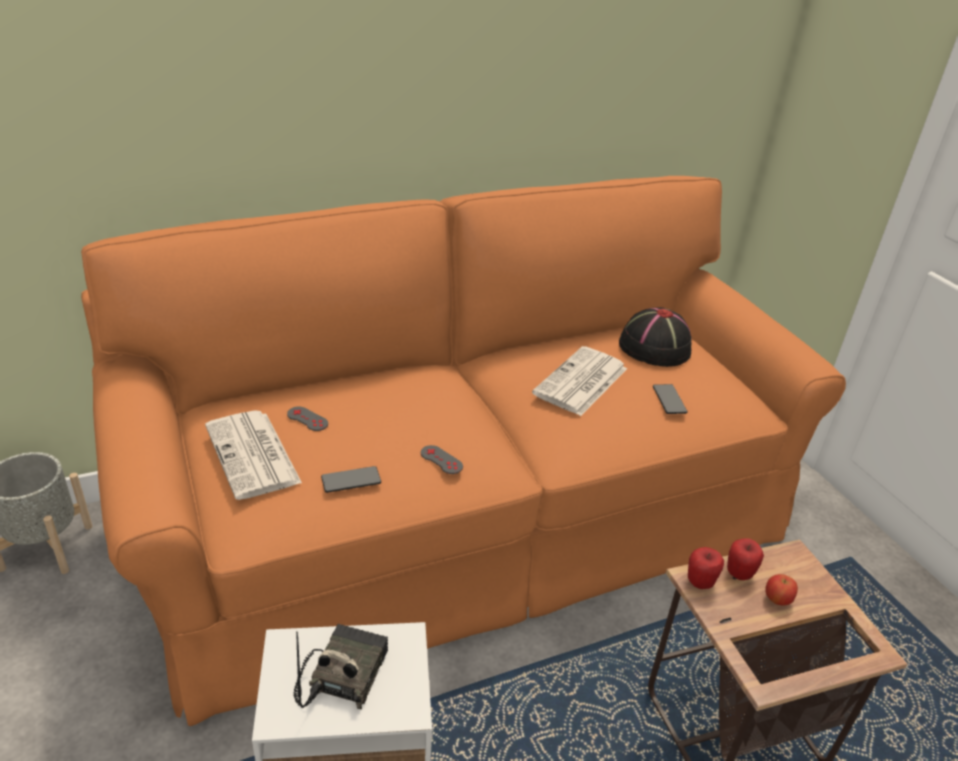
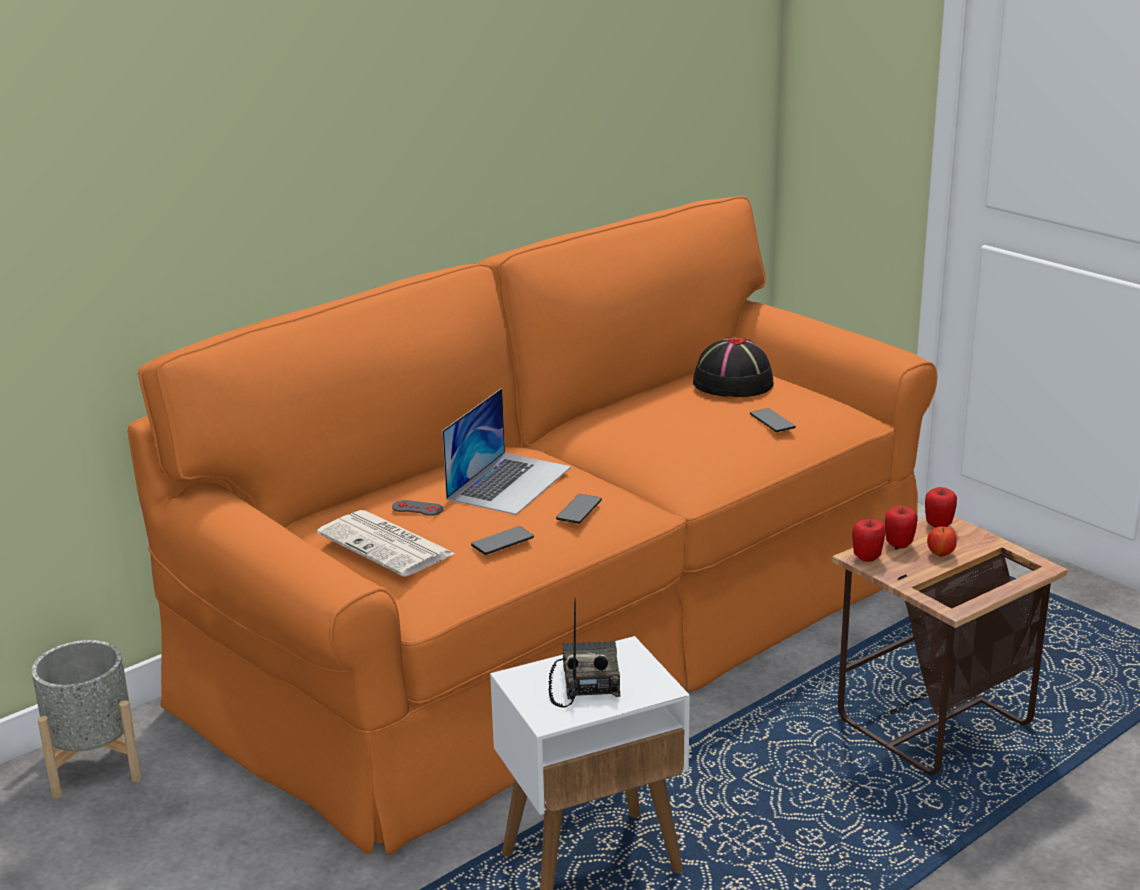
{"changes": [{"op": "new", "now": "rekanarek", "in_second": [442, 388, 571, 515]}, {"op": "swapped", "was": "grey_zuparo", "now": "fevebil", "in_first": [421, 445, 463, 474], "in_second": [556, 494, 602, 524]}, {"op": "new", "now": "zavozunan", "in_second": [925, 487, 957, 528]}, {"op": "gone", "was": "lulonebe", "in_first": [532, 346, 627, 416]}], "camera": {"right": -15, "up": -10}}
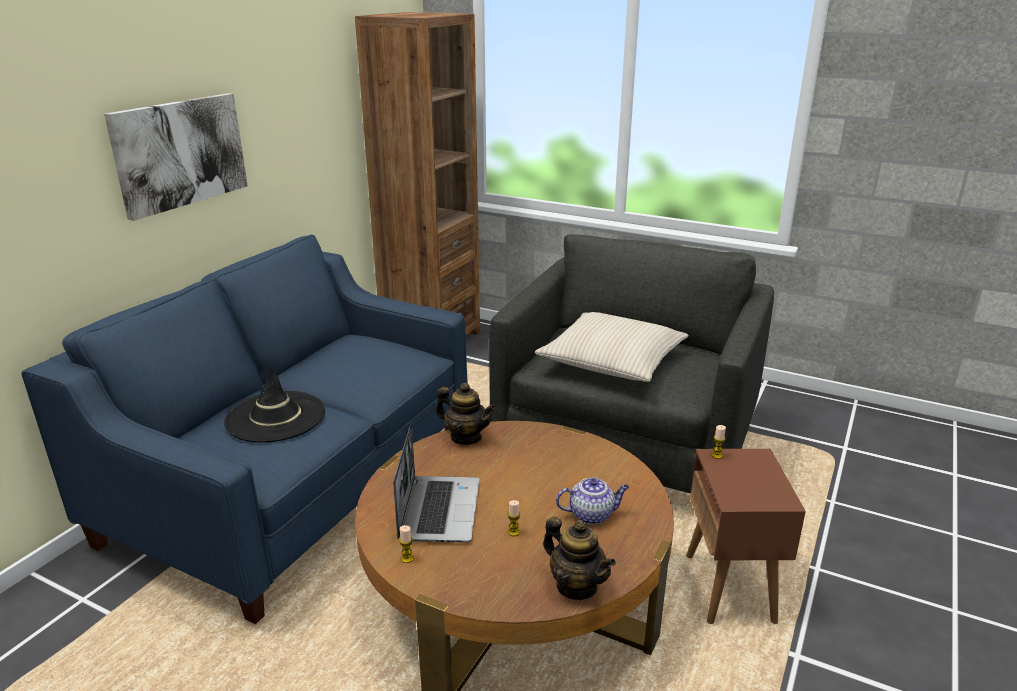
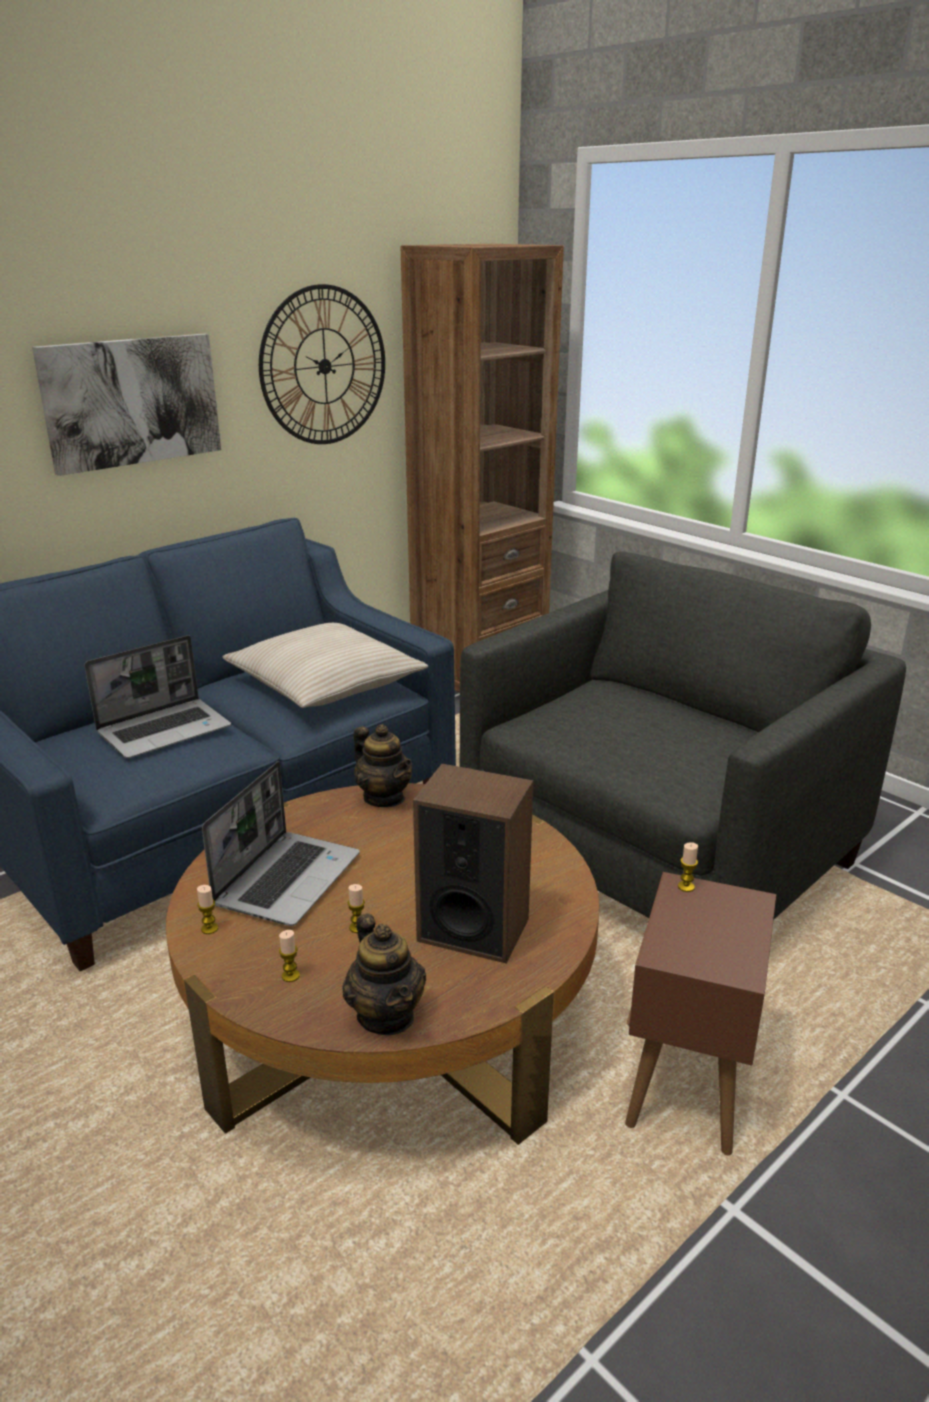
{"changes": [{"op": "swapped", "was": "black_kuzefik", "now": "rekanarek", "in_first": [224, 363, 325, 443], "in_second": [84, 635, 231, 758]}, {"op": "shifted", "was": "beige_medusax", "in_first": [535, 312, 689, 382], "in_second": [223, 623, 428, 708]}, {"op": "new", "now": "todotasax", "in_second": [259, 284, 385, 444]}, {"op": "new", "now": "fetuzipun", "in_second": [279, 930, 300, 982]}, {"op": "swapped", "was": "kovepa", "now": "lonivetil", "in_first": [556, 478, 629, 524], "in_second": [413, 764, 533, 964]}], "camera": {"right": 20, "up": 0}}
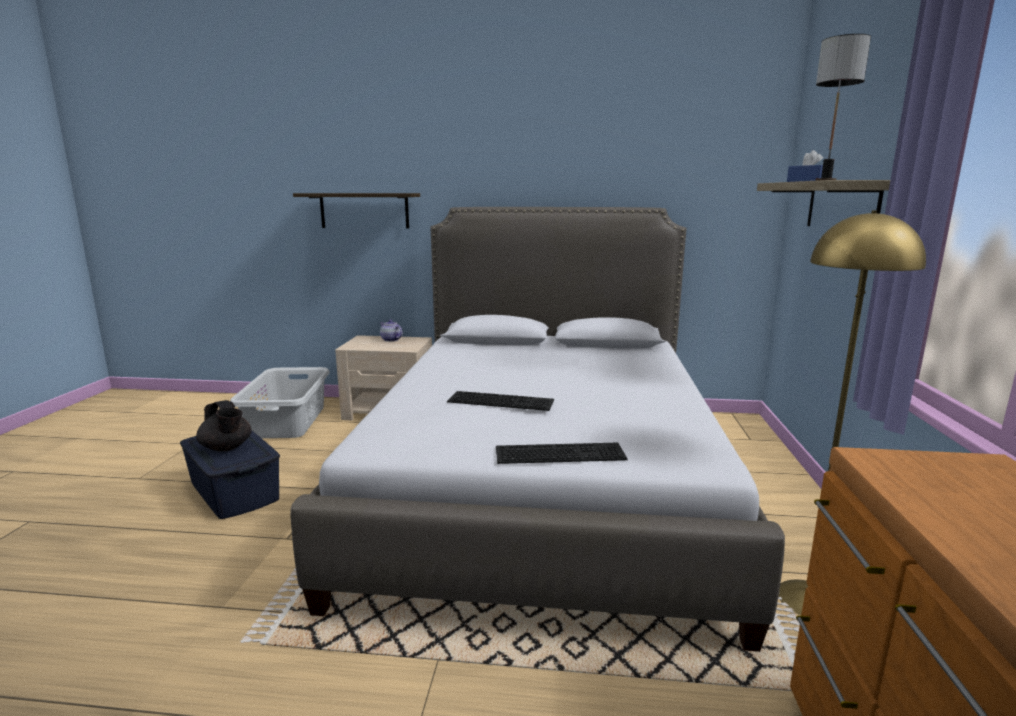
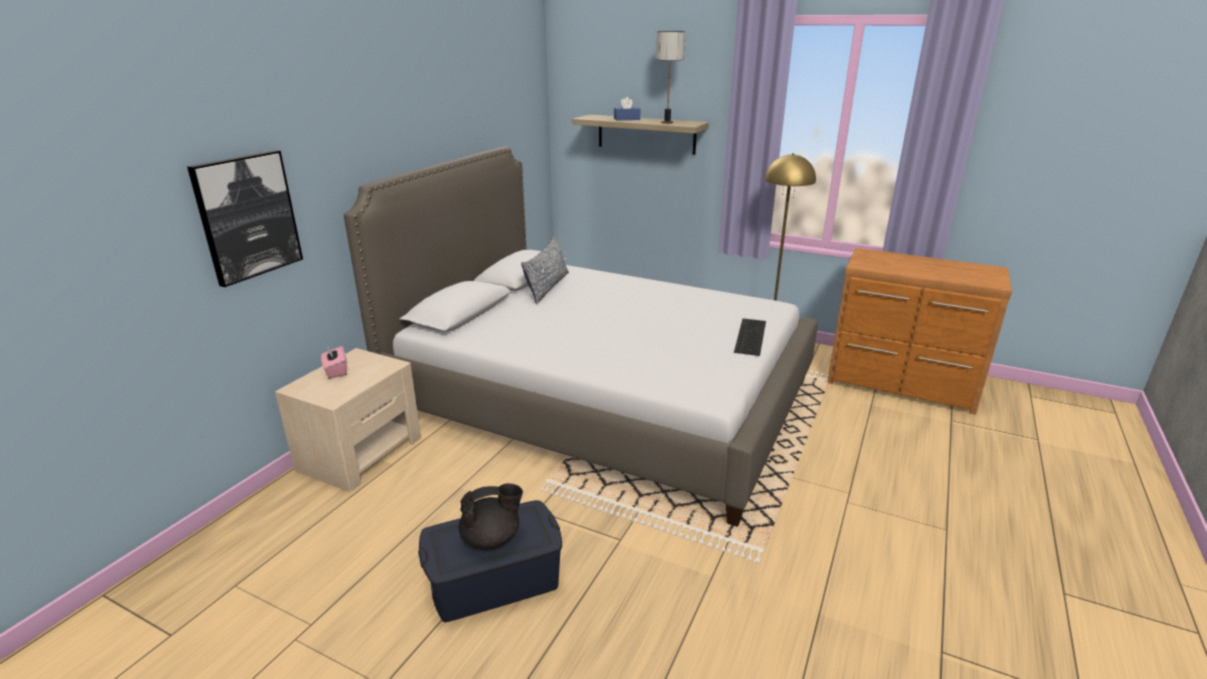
{"changes": [{"op": "swapped", "was": "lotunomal", "now": "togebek", "in_first": [293, 193, 420, 229], "in_second": [187, 150, 303, 287]}, {"op": "swapped", "was": "kovepa", "now": "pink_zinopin", "in_first": [380, 320, 403, 342], "in_second": [321, 344, 347, 378]}, {"op": "new", "now": "medusax", "in_second": [521, 236, 569, 305]}, {"op": "gone", "was": "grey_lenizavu", "in_first": [230, 367, 330, 438]}, {"op": "gone", "was": "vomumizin", "in_first": [447, 391, 554, 411]}], "camera": {"right": -70, "up": 10}}
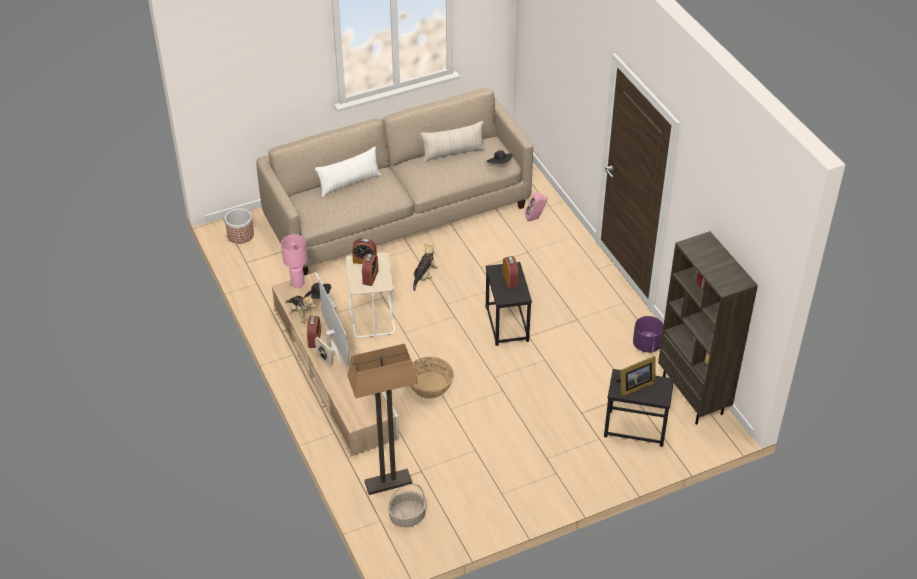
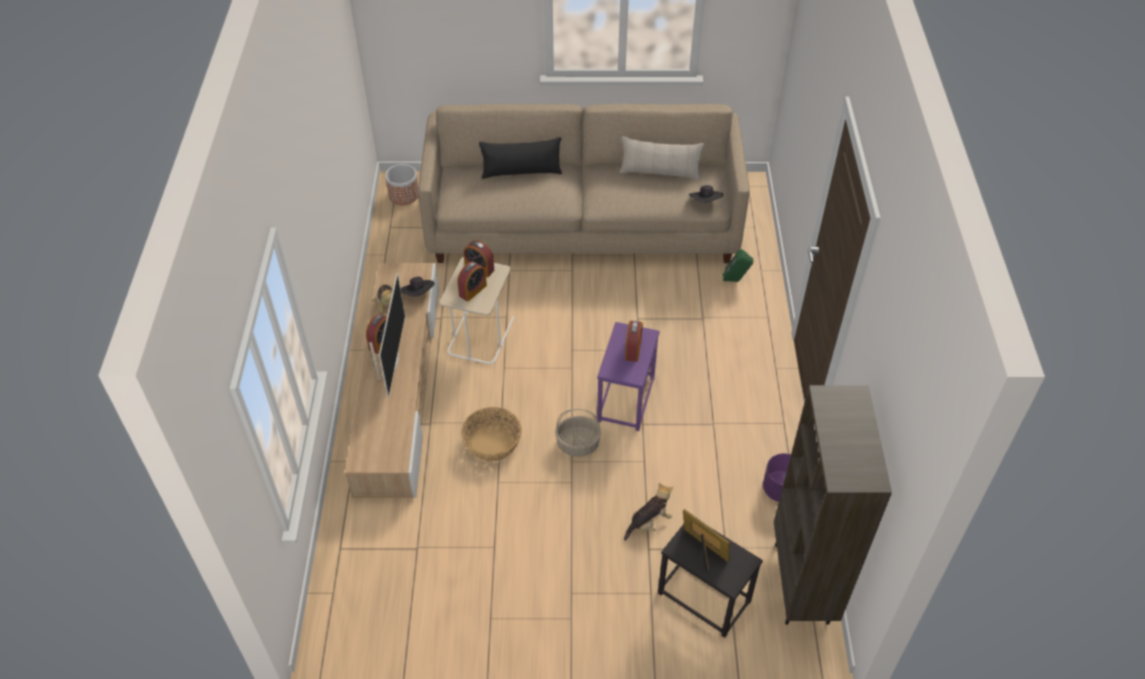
{"changes": [{"op": "repainted", "was": "white_medusax", "now": "black_medusax", "in_first": [315, 147, 381, 197], "in_second": [479, 137, 562, 179]}, {"op": "shifted", "was": "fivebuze", "in_first": [387, 484, 427, 527], "in_second": [555, 409, 601, 457]}, {"op": "repainted", "was": "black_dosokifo", "now": "purple_dosokifo", "in_first": [486, 262, 532, 346], "in_second": [597, 322, 659, 431]}, {"op": "shifted", "was": "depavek", "in_first": [413, 244, 438, 291], "in_second": [624, 483, 673, 541]}, {"op": "rotated", "was": "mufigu", "in_first": [616, 356, 656, 397], "in_second": [683, 509, 730, 573], "clockwise": -135}, {"op": "repainted", "was": "pink_lonivetil", "now": "green_lonivetil", "in_first": [525, 192, 548, 221], "in_second": [723, 249, 753, 282]}, {"op": "gone", "was": "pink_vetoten", "in_first": [281, 234, 307, 288]}, {"op": "gone", "was": "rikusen", "in_first": [347, 343, 418, 495]}], "camera": {"right": 25, "up": 5}}
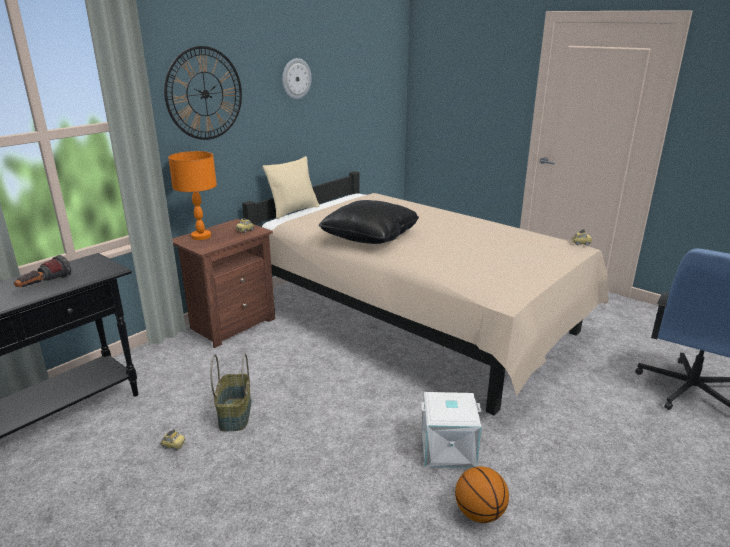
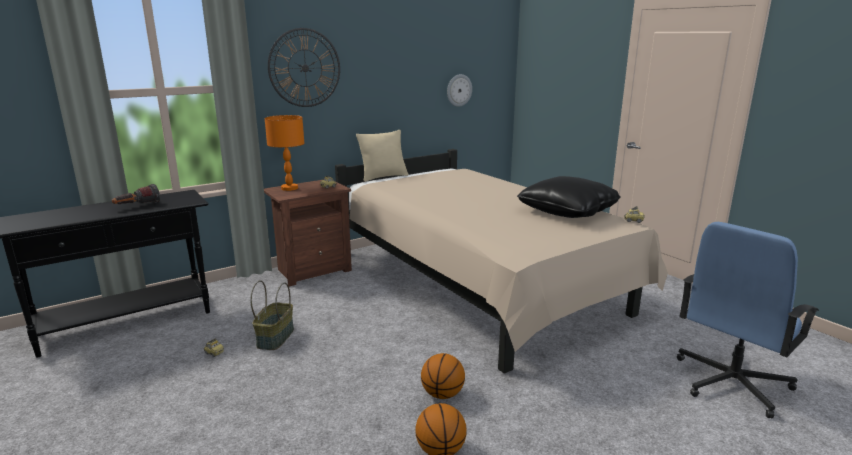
{"changes": [{"op": "swapped", "was": "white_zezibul", "now": "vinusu", "in_first": [421, 392, 482, 468], "in_second": [421, 353, 465, 399]}, {"op": "shifted", "was": "todotasax", "in_first": [282, 58, 312, 99], "in_second": [447, 74, 472, 107]}, {"op": "shifted", "was": "black_medusax", "in_first": [319, 200, 419, 244], "in_second": [517, 176, 621, 218]}], "camera": {"right": 15, "up": -5}}
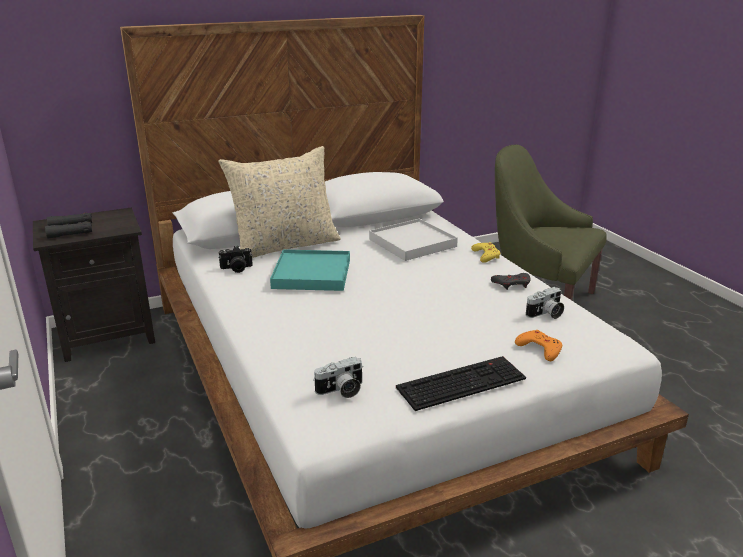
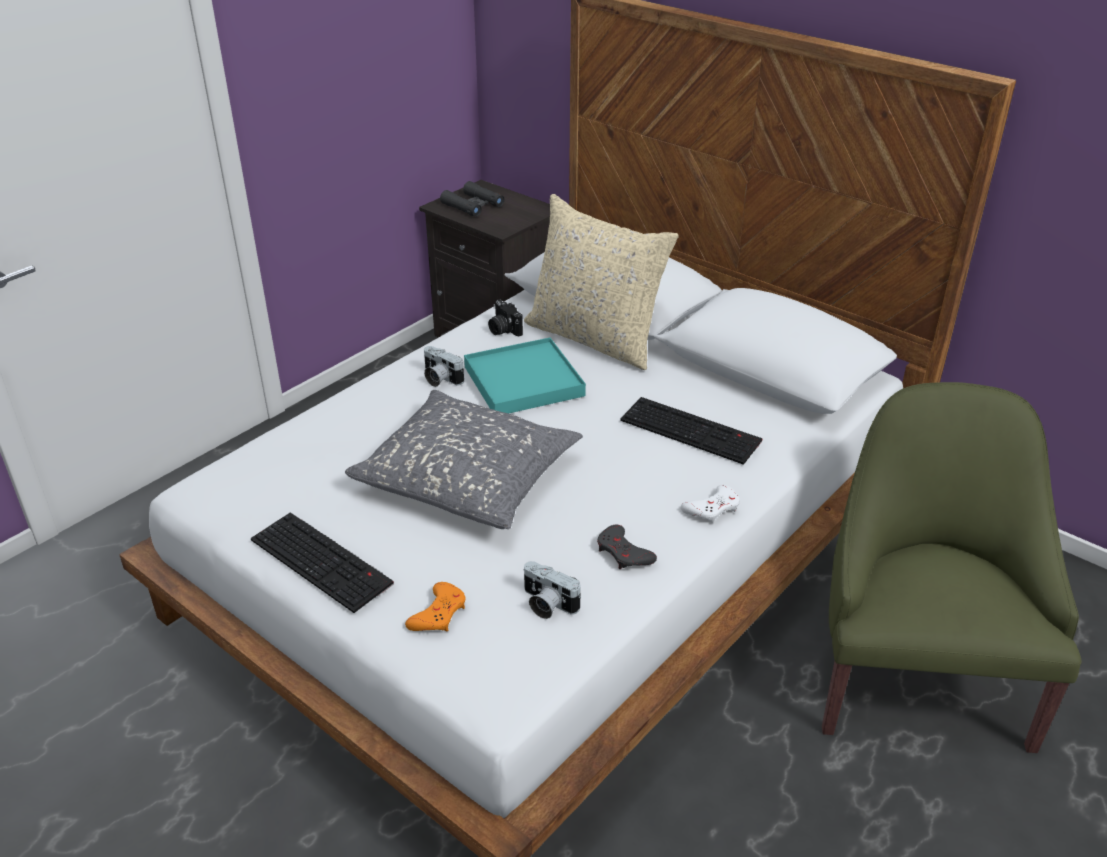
{"changes": [{"op": "new", "now": "grey_medusax", "in_second": [345, 390, 583, 529]}, {"op": "shifted", "was": "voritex", "in_first": [313, 357, 363, 398], "in_second": [424, 346, 464, 387]}, {"op": "swapped", "was": "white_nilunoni", "now": "vomumizin", "in_first": [369, 218, 458, 261], "in_second": [620, 397, 762, 465]}, {"op": "repainted", "was": "yellow_zuparo", "now": "white_zuparo", "in_first": [471, 242, 501, 263], "in_second": [681, 485, 740, 524]}], "camera": {"right": 65, "up": 10}}
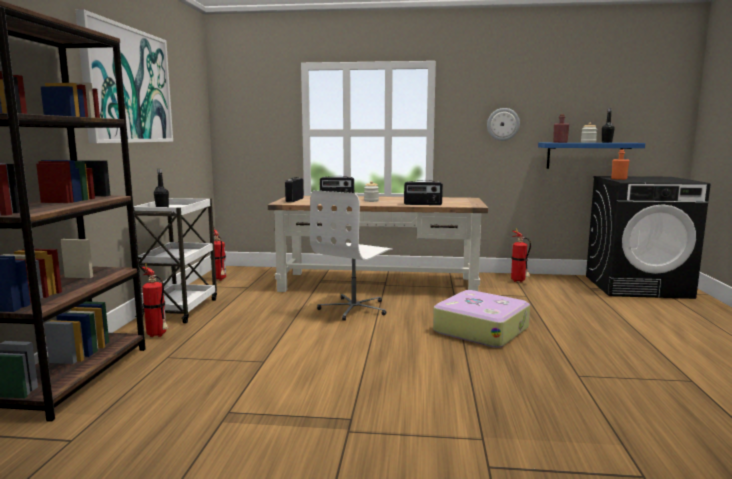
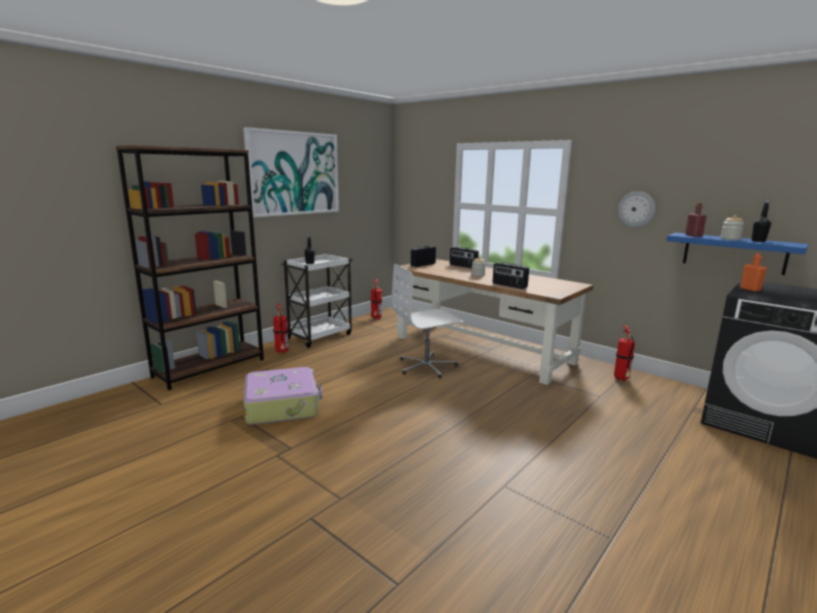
{"changes": [{"op": "shifted", "was": "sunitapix", "in_first": [433, 290, 530, 348], "in_second": [243, 367, 322, 425]}], "camera": {"right": 35, "up": 5}}
